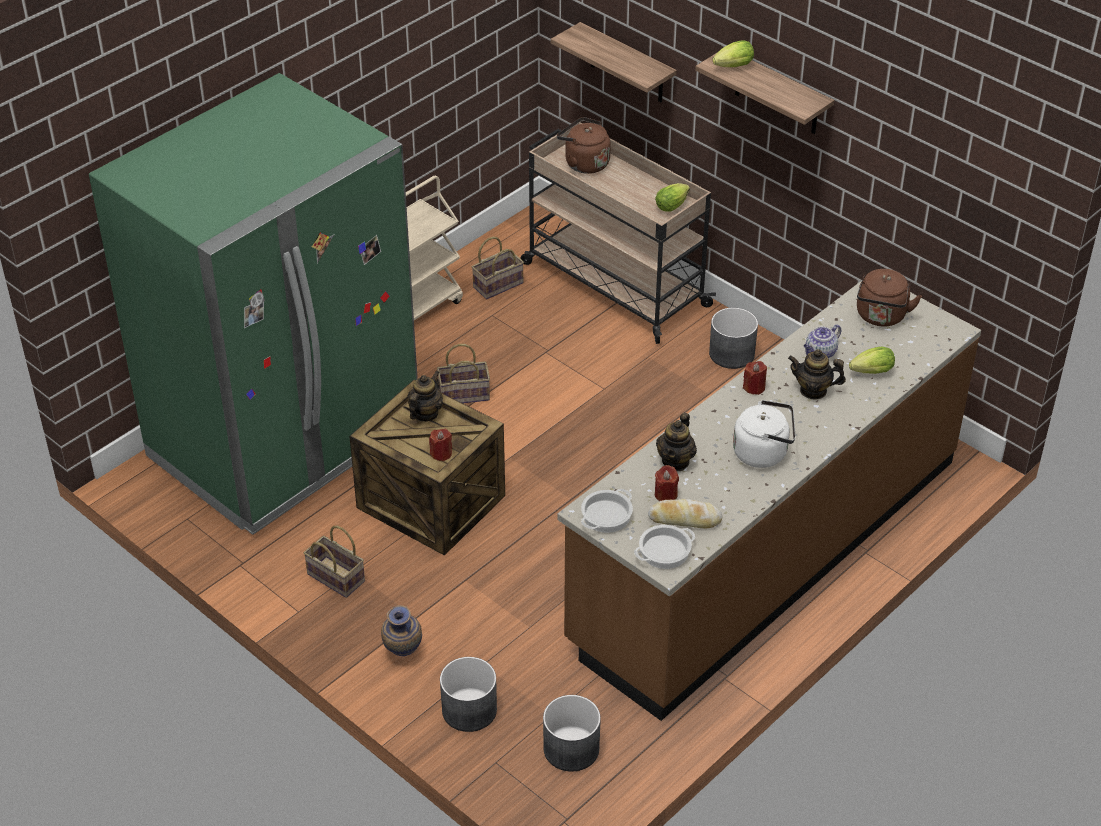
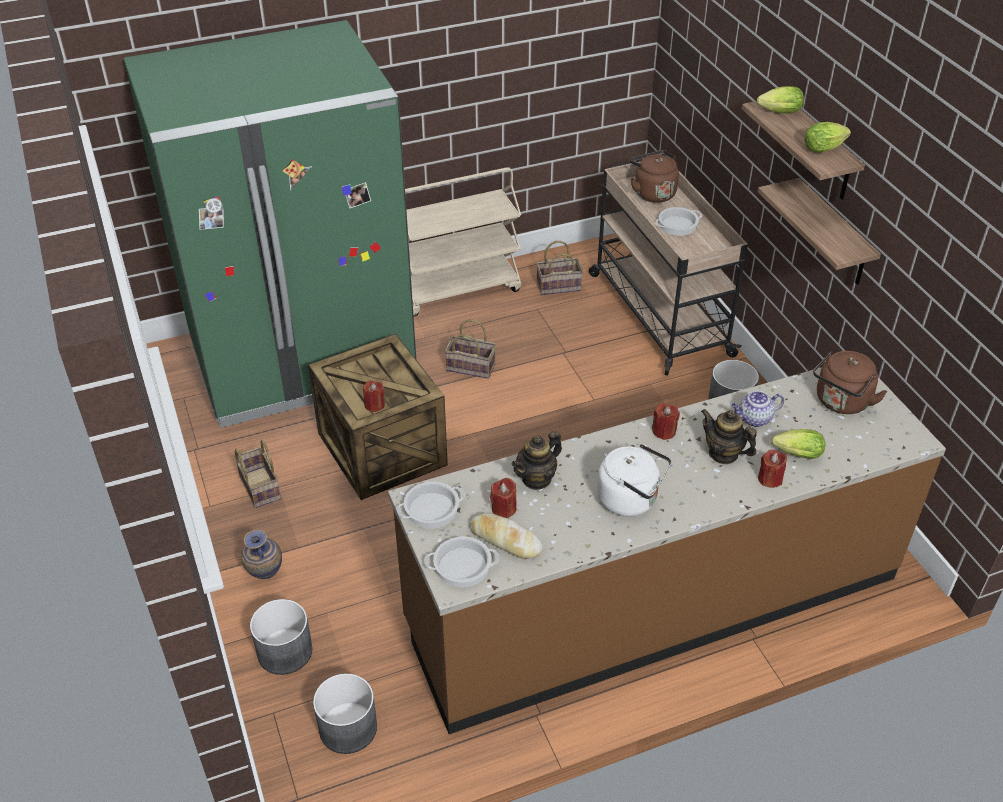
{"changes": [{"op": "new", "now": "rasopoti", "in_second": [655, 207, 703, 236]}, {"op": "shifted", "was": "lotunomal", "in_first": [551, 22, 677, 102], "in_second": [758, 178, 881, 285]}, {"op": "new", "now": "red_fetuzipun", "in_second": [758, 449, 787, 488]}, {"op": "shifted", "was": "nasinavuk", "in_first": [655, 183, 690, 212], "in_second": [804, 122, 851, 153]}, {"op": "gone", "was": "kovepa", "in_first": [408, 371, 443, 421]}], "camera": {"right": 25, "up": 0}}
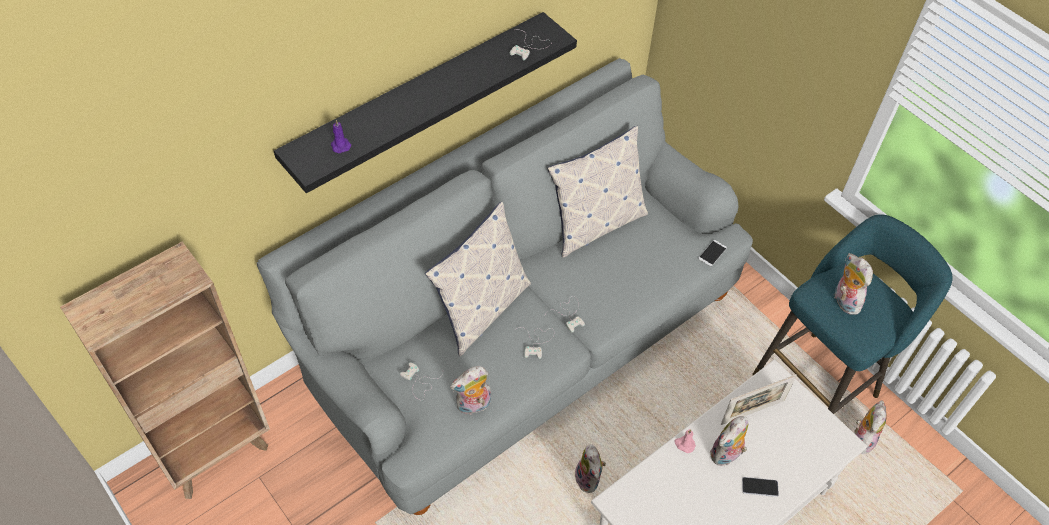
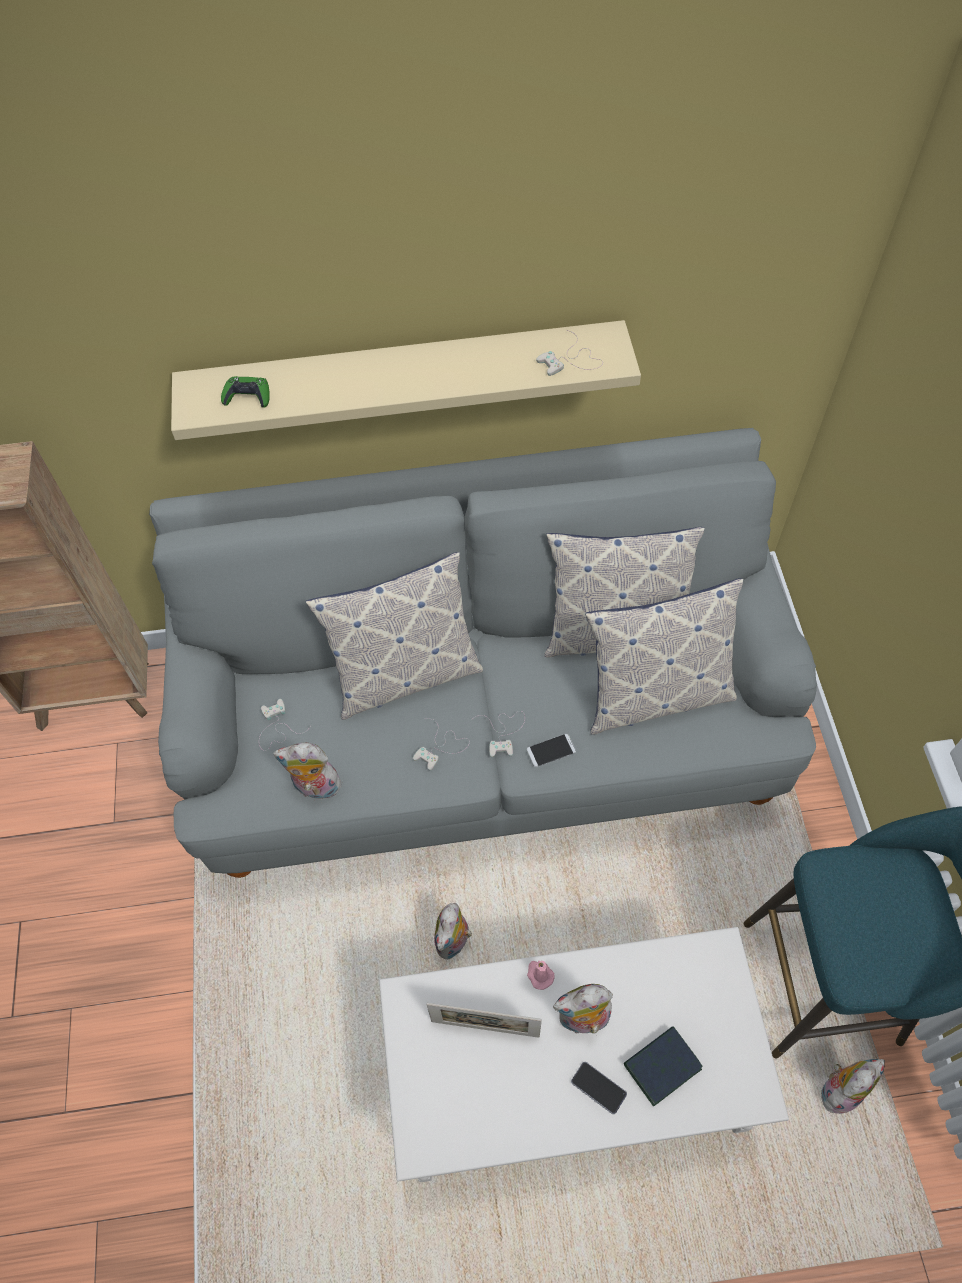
{"changes": [{"op": "repainted", "was": "black_lotunomal", "now": "beige_lotunomal", "in_first": [274, 12, 577, 193], "in_second": [171, 320, 641, 440]}, {"op": "swapped", "was": "purple_fetuzipun", "now": "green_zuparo", "in_first": [331, 120, 351, 153], "in_second": [221, 376, 270, 408]}, {"op": "shifted", "was": "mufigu", "in_first": [721, 374, 797, 425], "in_second": [426, 1003, 542, 1038]}, {"op": "shifted", "was": "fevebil", "in_first": [698, 240, 727, 266], "in_second": [527, 734, 576, 767]}, {"op": "new", "now": "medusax", "in_second": [585, 578, 743, 734]}, {"op": "new", "now": "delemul", "in_second": [624, 1026, 703, 1106]}, {"op": "gone", "was": "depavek", "in_first": [834, 253, 873, 315]}], "camera": {"right": 35, "up": 5}}
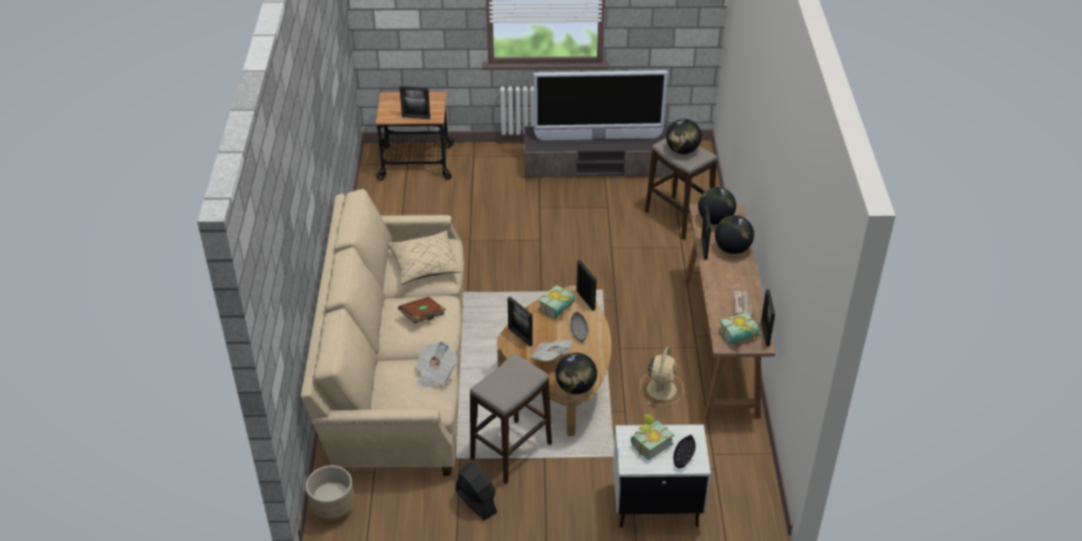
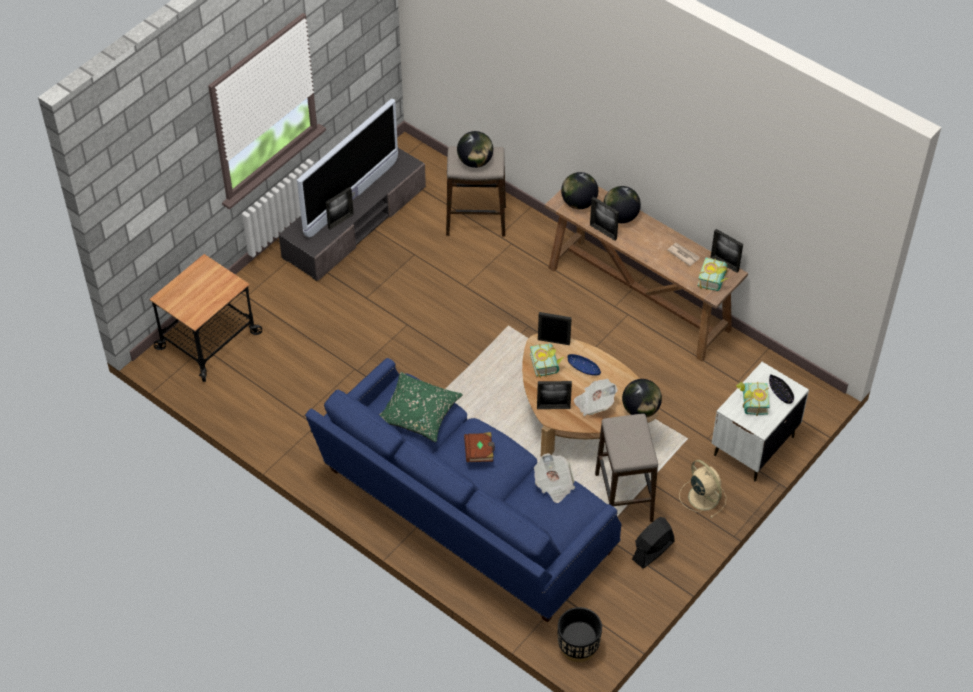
{"changes": [{"op": "repainted", "was": "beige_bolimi", "now": "blue_bolimi", "in_first": [301, 189, 464, 476], "in_second": [305, 358, 622, 622]}, {"op": "shifted", "was": "mufigu", "in_first": [399, 86, 430, 120], "in_second": [326, 187, 354, 229]}, {"op": "repainted", "was": "beige_medusax", "now": "green_medusax", "in_first": [388, 230, 462, 284], "in_second": [379, 372, 463, 442]}, {"op": "repainted", "was": "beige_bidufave", "now": "black_bidufave", "in_first": [306, 465, 354, 524], "in_second": [558, 607, 602, 662]}, {"op": "repainted", "was": "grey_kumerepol", "now": "blue_kumerepol", "in_first": [570, 312, 588, 343], "in_second": [568, 354, 601, 376]}, {"op": "rotated", "was": "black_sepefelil", "in_first": [455, 462, 497, 520], "in_second": [632, 517, 674, 568], "clockwise": -45}, {"op": "shifted", "was": "beige_sepefelil", "in_first": [640, 347, 684, 406], "in_second": [679, 460, 726, 518]}], "camera": {"right": -50, "up": 10}}
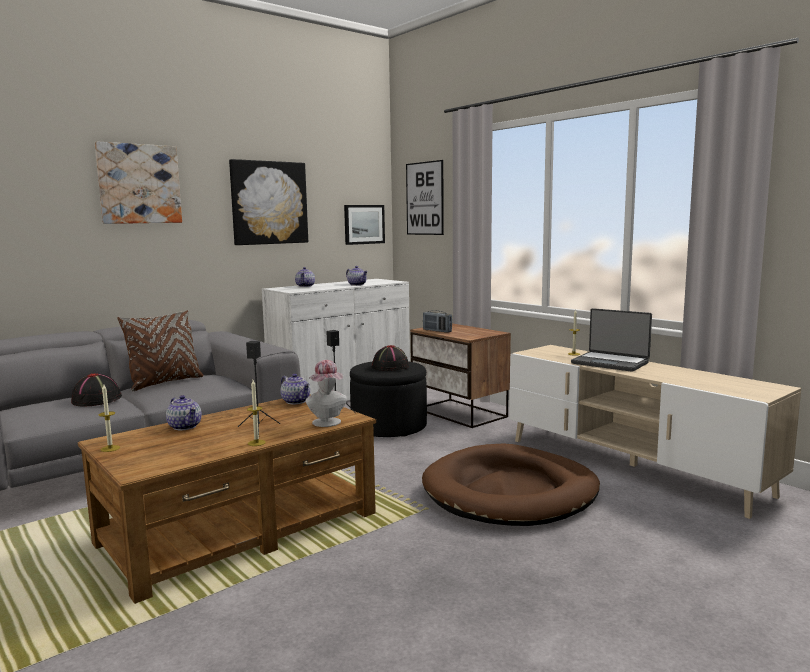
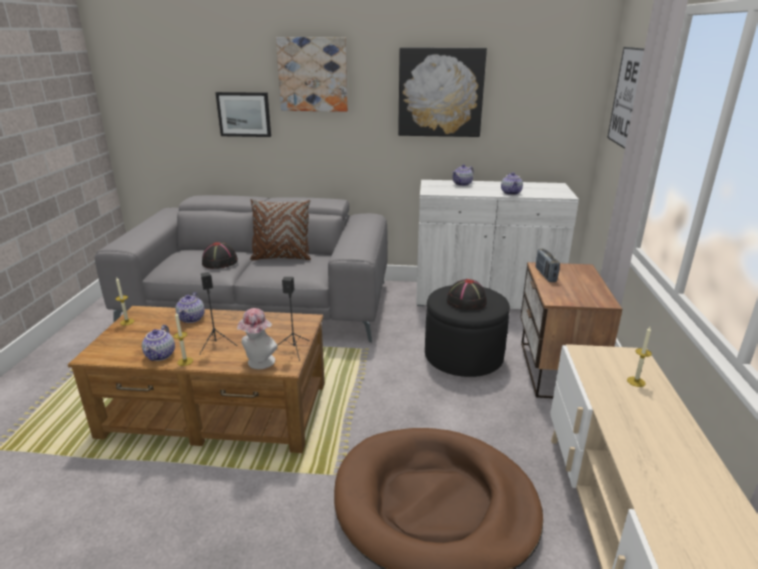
{"changes": [{"op": "shifted", "was": "kovepa", "in_first": [280, 374, 310, 404], "in_second": [142, 325, 175, 361]}, {"op": "shifted", "was": "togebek", "in_first": [344, 205, 385, 245], "in_second": [215, 92, 271, 137]}, {"op": "gone", "was": "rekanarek", "in_first": [571, 308, 652, 372]}], "camera": {"right": 45, "up": 15}}
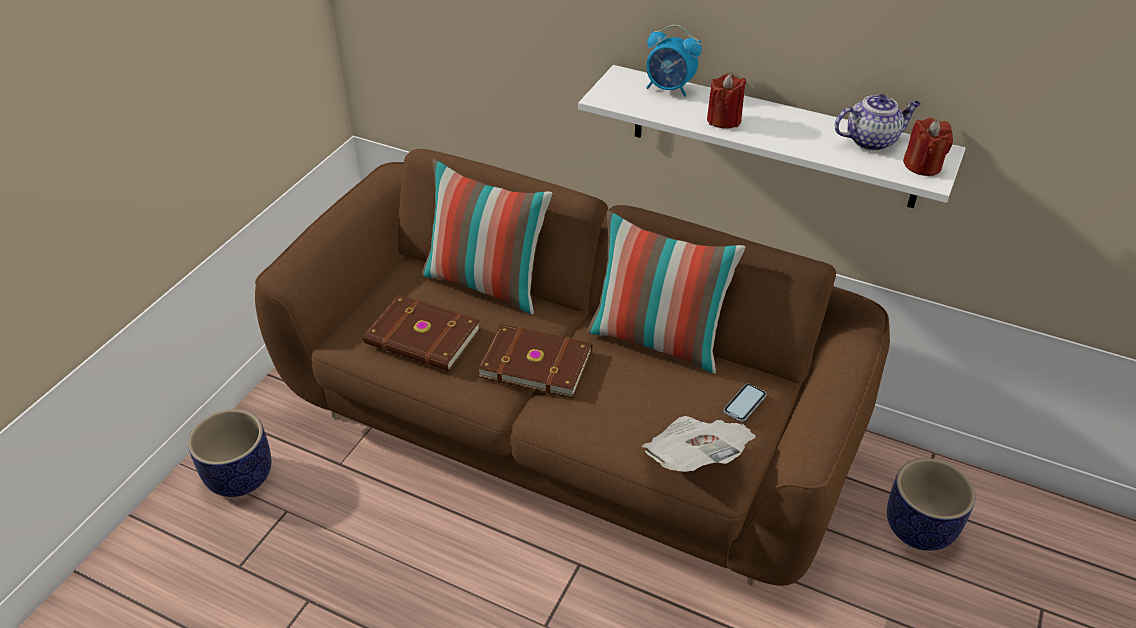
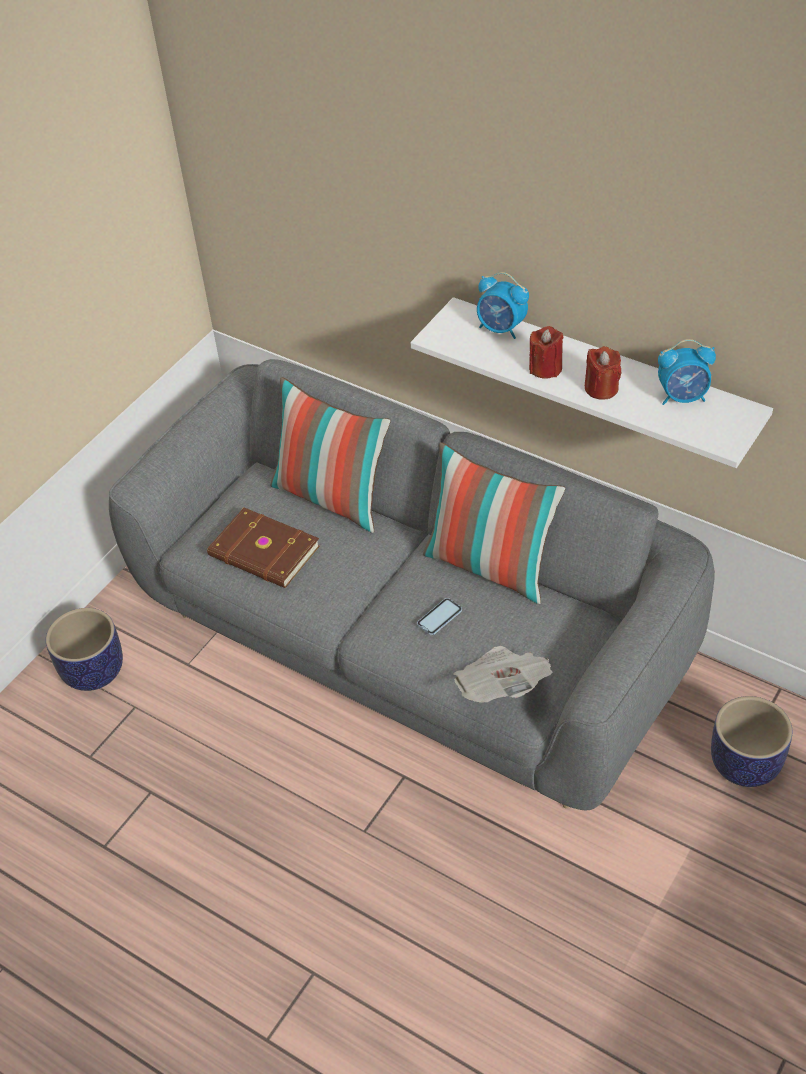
{"changes": [{"op": "repainted", "was": "brown_bolimi", "now": "grey_bolimi", "in_first": [255, 149, 890, 586], "in_second": [109, 359, 715, 811]}, {"op": "shifted", "was": "fevebil", "in_first": [724, 383, 766, 422], "in_second": [417, 598, 462, 635]}, {"op": "shifted", "was": "red_fetuzipun", "in_first": [903, 118, 953, 176], "in_second": [585, 346, 621, 400]}, {"op": "swapped", "was": "kovepa", "now": "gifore", "in_first": [834, 94, 921, 151], "in_second": [658, 339, 716, 405]}, {"op": "gone", "was": "brown_delemul", "in_first": [477, 324, 592, 398]}], "camera": {"right": 10, "up": 5}}
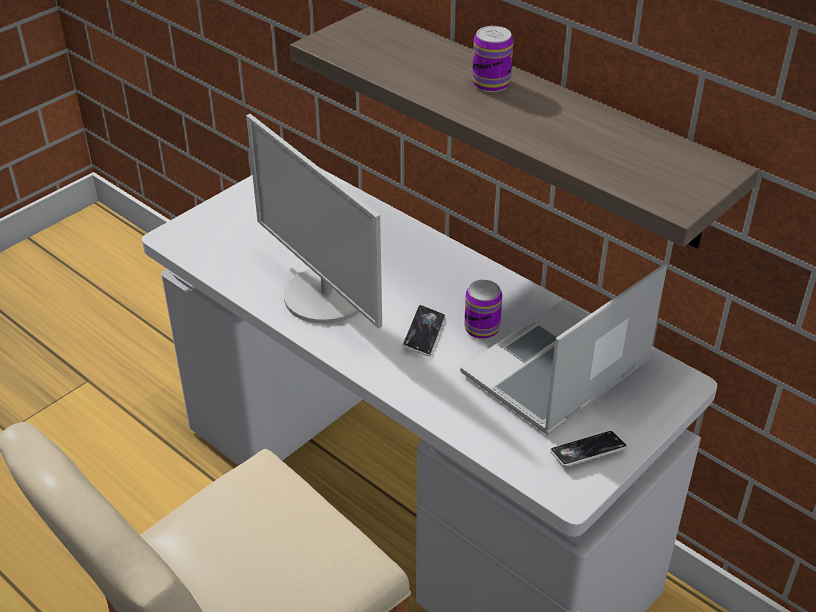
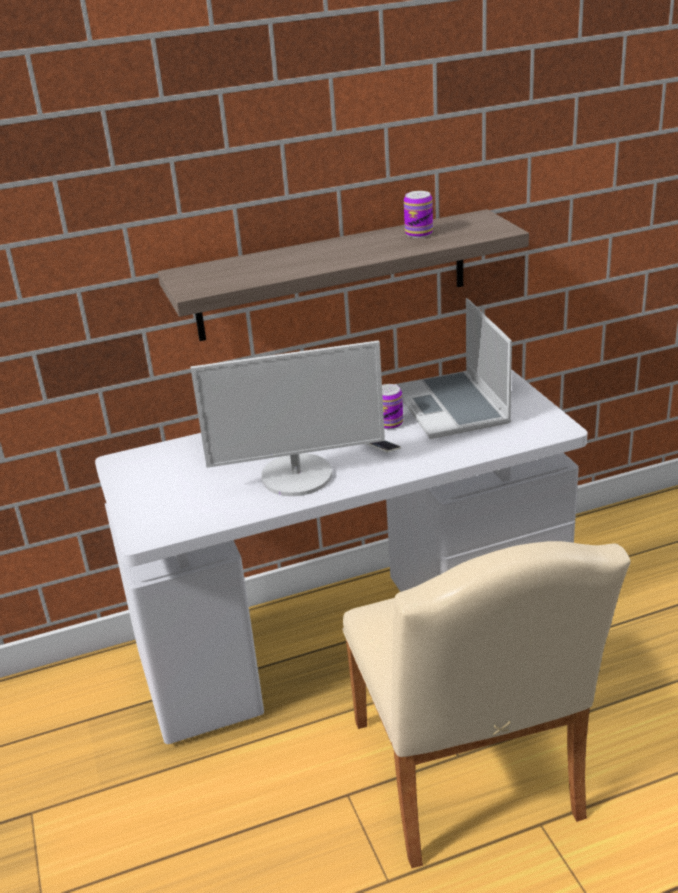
{"changes": [{"op": "shifted", "was": "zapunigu", "in_first": [472, 26, 514, 92], "in_second": [404, 191, 433, 238]}, {"op": "gone", "was": "fevebil", "in_first": [550, 431, 627, 467]}], "camera": {"right": -60, "up": -10}}
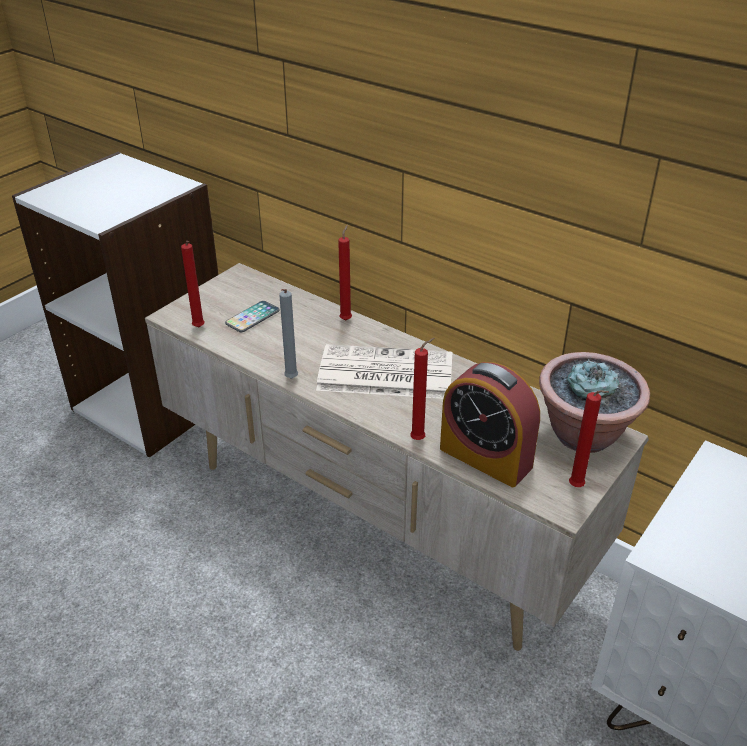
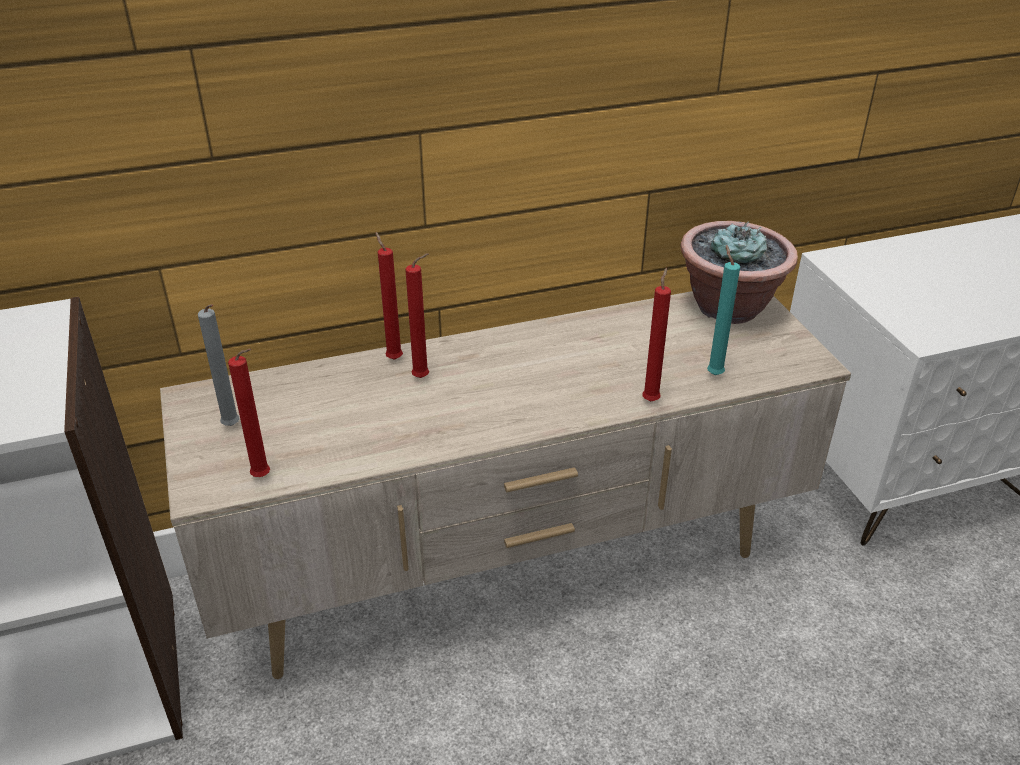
{"changes": [{"op": "shifted", "was": "grey_fetuzipun", "in_first": [279, 289, 298, 379], "in_second": [198, 304, 240, 426]}, {"op": "shifted", "was": "red_fetuzipun", "in_first": [569, 390, 609, 487], "in_second": [405, 253, 429, 378]}, {"op": "swapped", "was": "gifore", "now": "turquoise_fetuzipun", "in_first": [440, 362, 540, 487], "in_second": [707, 245, 740, 375]}, {"op": "gone", "was": "fevebil", "in_first": [225, 301, 280, 332]}, {"op": "gone", "was": "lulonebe", "in_first": [316, 344, 452, 399]}], "camera": {"right": -55, "up": 0}}
